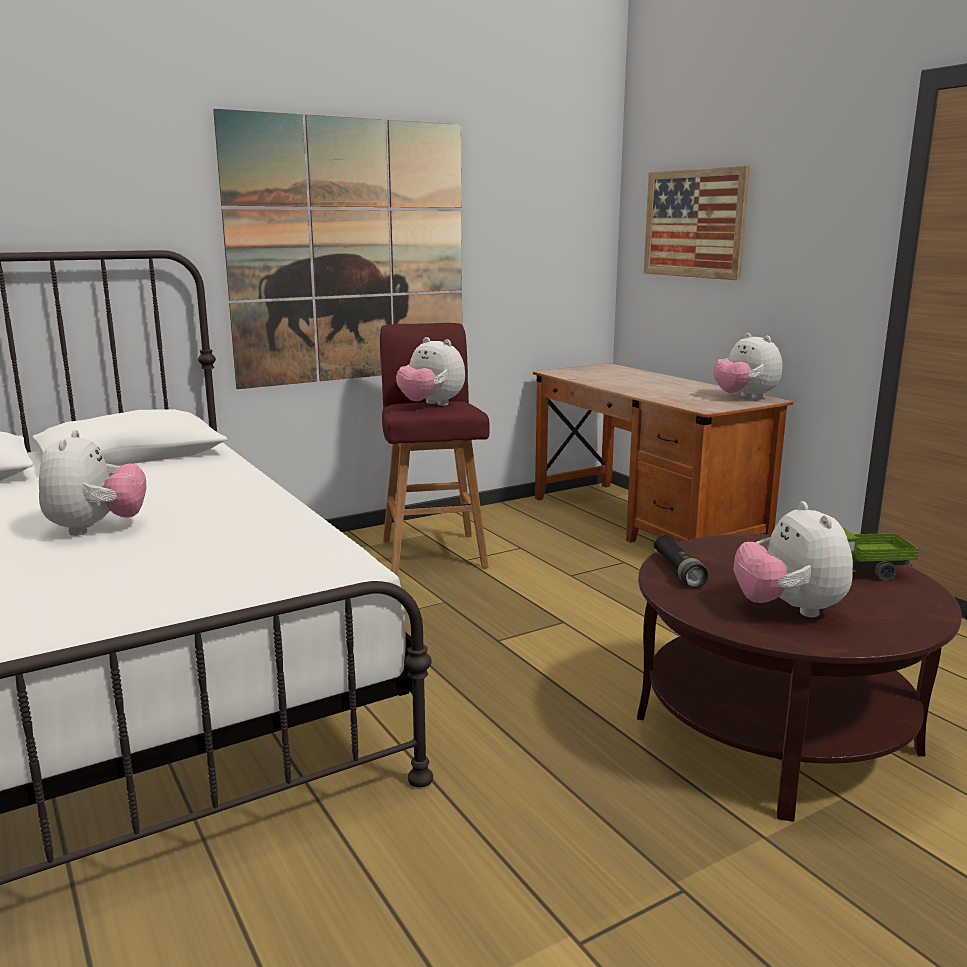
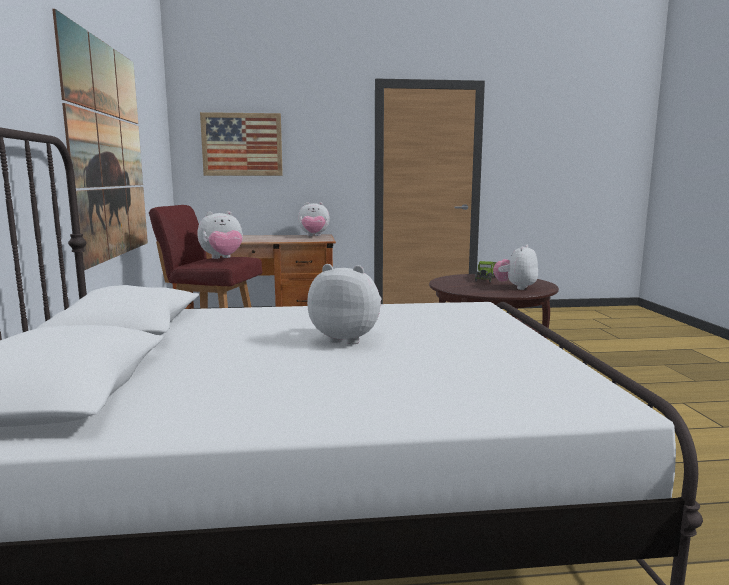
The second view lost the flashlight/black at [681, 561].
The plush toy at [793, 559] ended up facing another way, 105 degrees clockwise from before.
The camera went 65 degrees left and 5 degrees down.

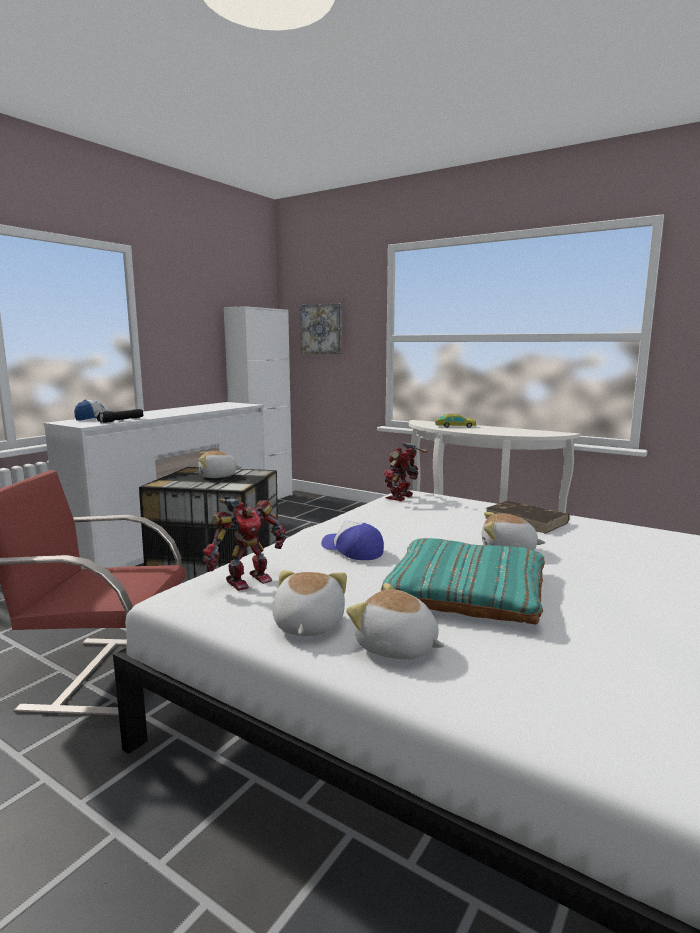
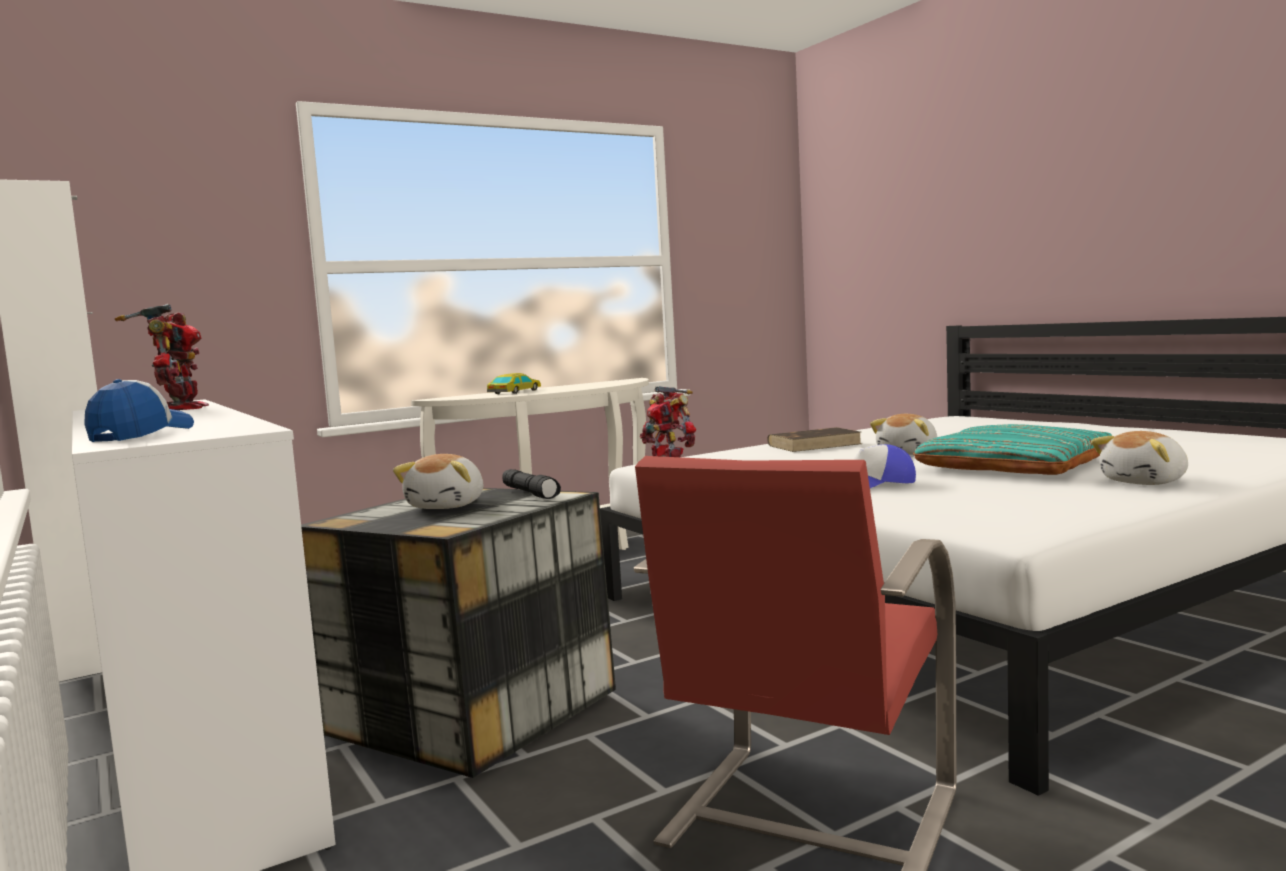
The flashlight/black ended up elsewhere, having gone from [120, 416] to [532, 484].
The toy robot ended up elsewhere, having gone from [244, 545] to [162, 357].
The second view lost the plush toy at [309, 603].
The second view lost the picture at [321, 328].
The camera went 65 degrees left and 5 degrees down.

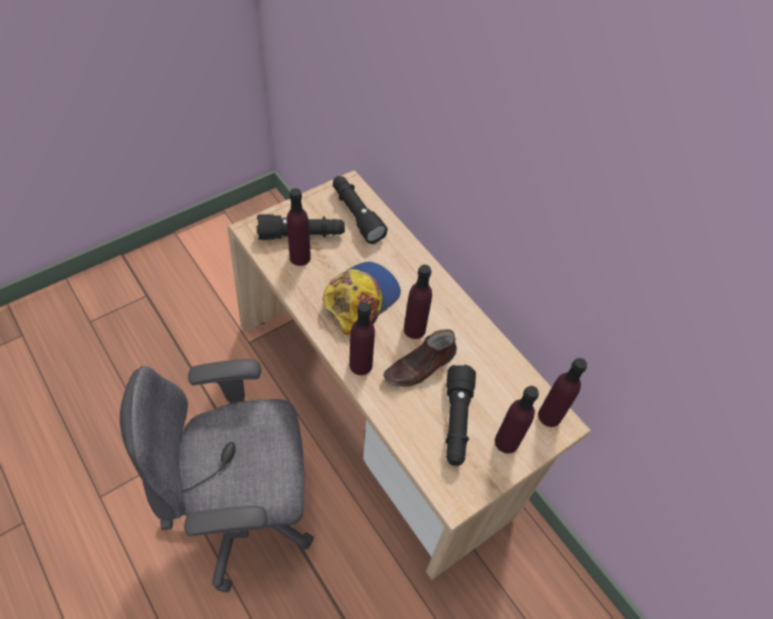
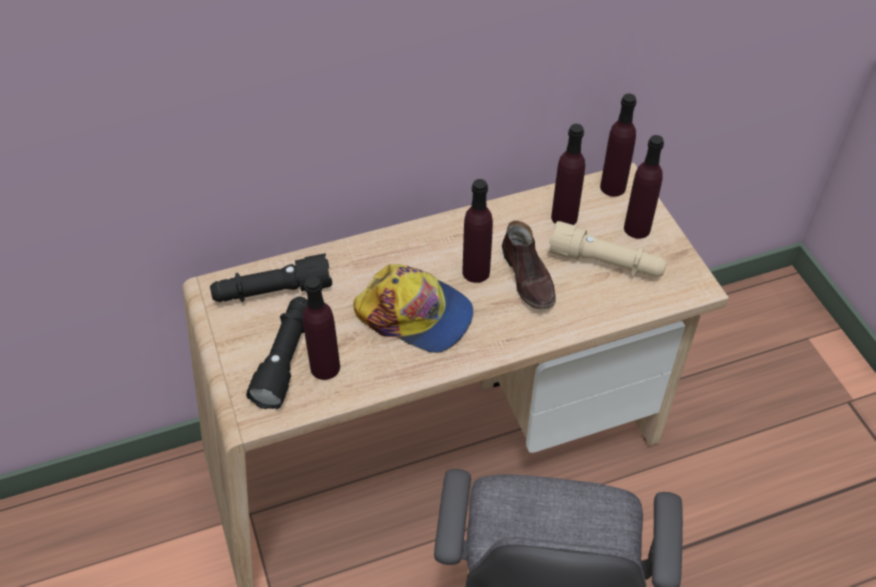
The cap at [362, 298] ended up facing another way, 150 degrees clockwise from before.
The bottle/purple ended up elsewhere, having gone from [362, 338] to [568, 174].
What was the flashlight/black at [460, 415] turned into the flashlight/beige at [607, 249].
The camera went 70 degrees left and 5 degrees down.

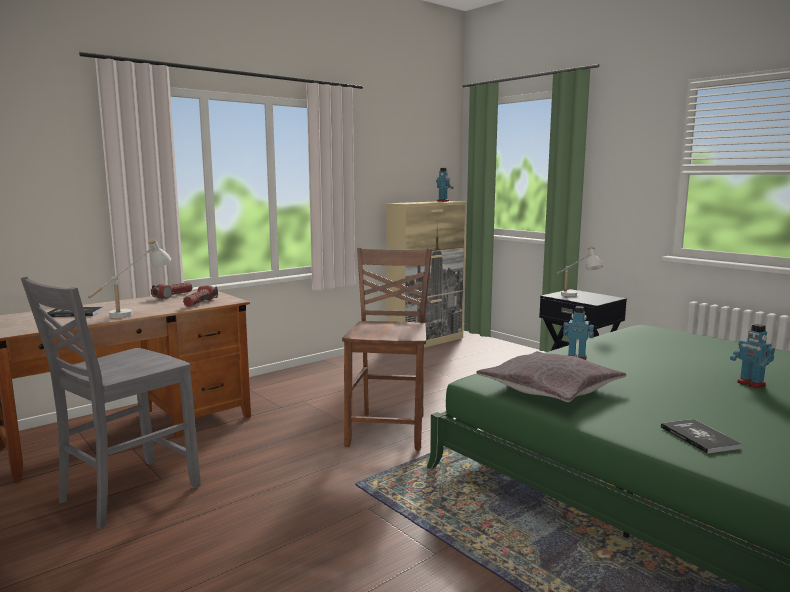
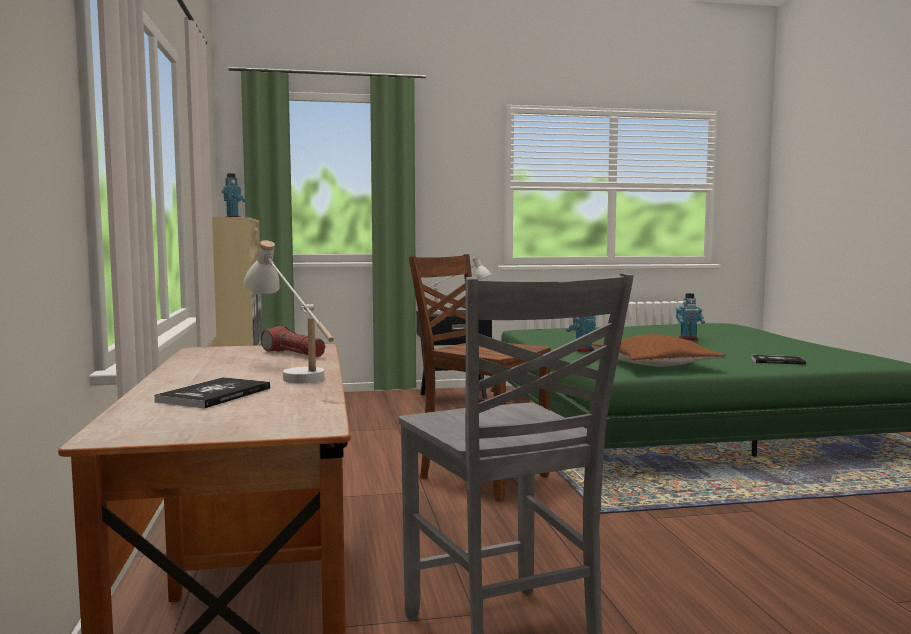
The second view lost the flashlight at [172, 290].
What was the pillow/grey at [551, 376] turned into the pillow/brown at [659, 350].
The camera went 60 degrees left and 5 degrees down.

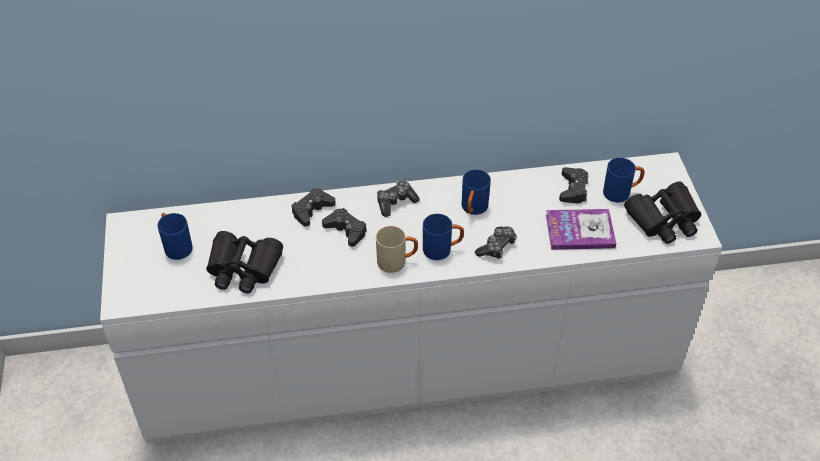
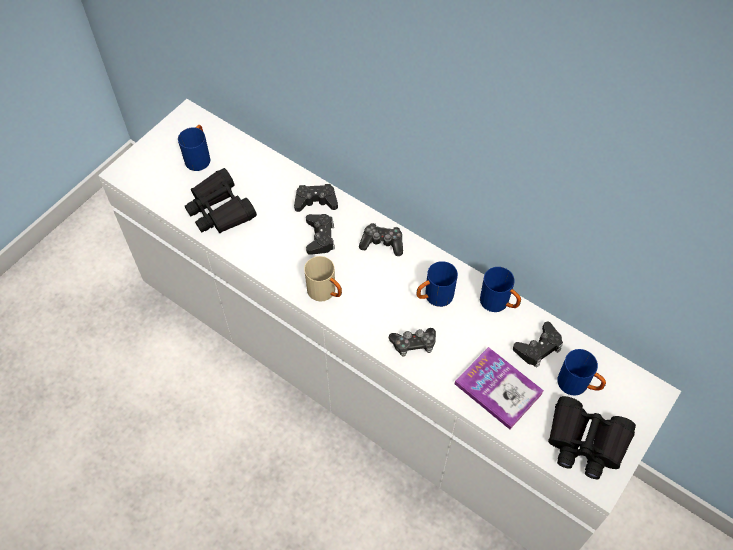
The mug/blue ended up elsewhere, having gone from [443, 237] to [500, 289].
The camera went 45 degrees right and 10 degrees up.

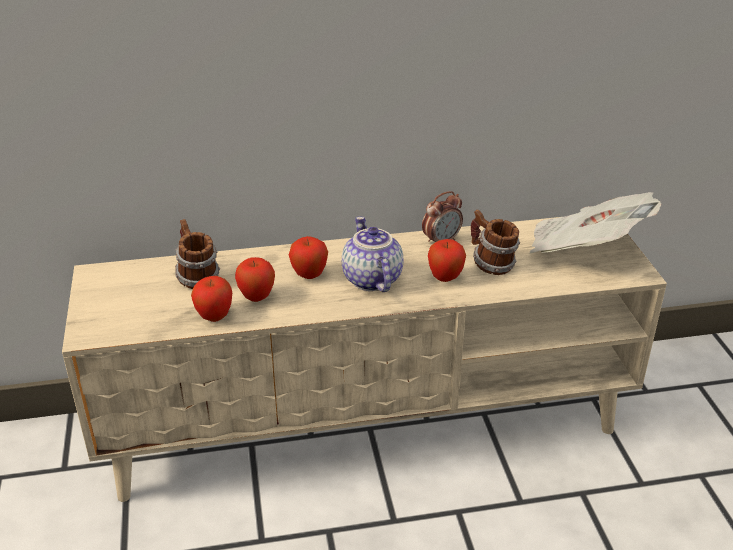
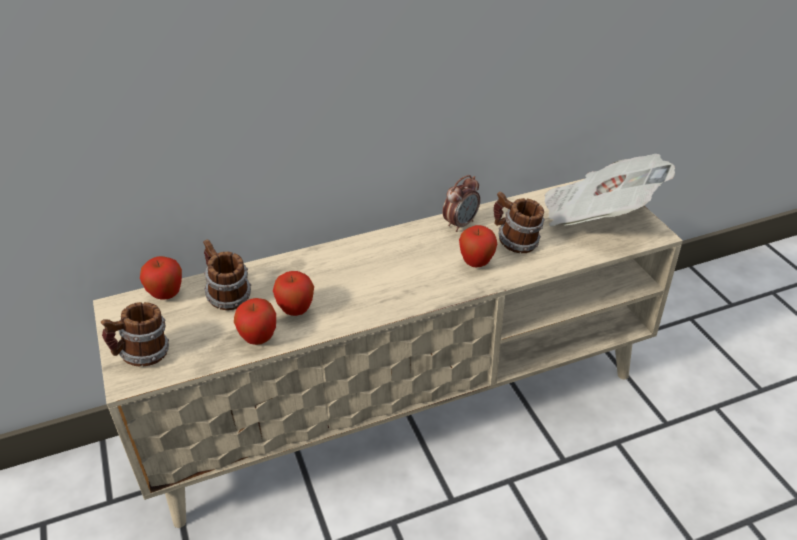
The apple ended up elsewhere, having gone from [308, 257] to [161, 278].
The second view lost the teapot at [373, 254].
The second view gained the mug at [134, 334].
The camera went 10 degrees left and 5 degrees up.

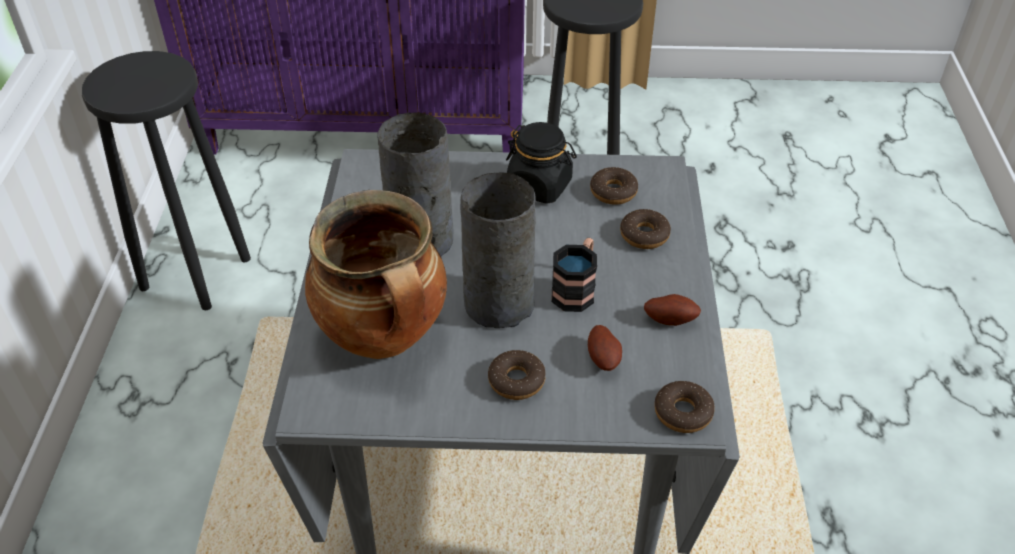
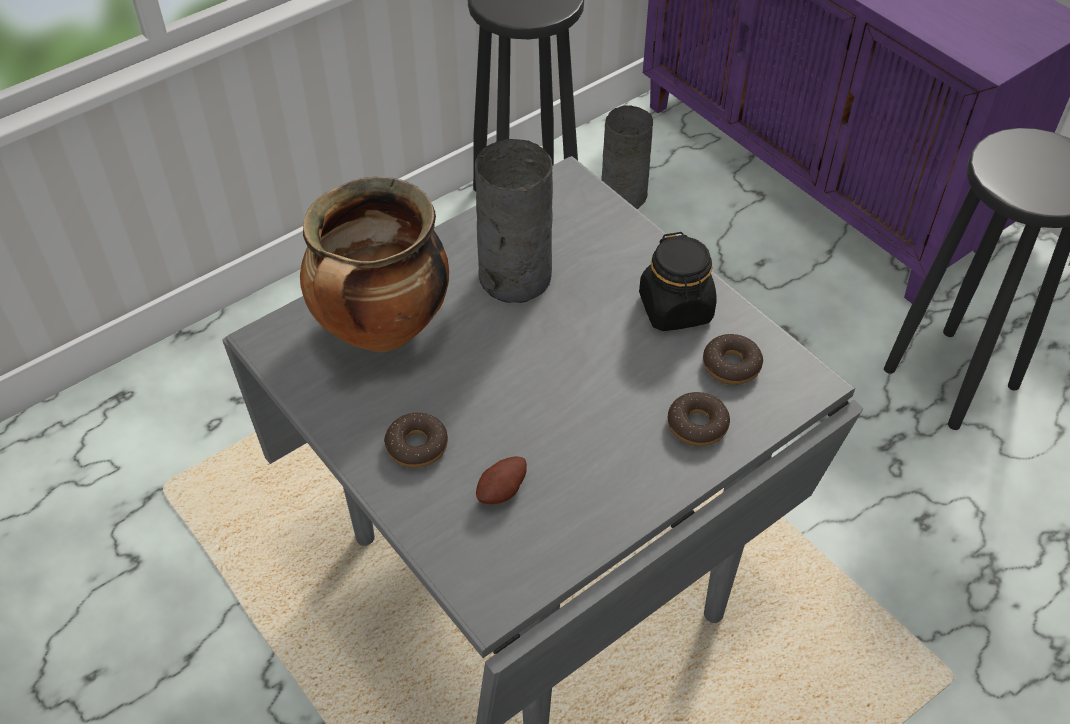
The vase/grey ended up elsewhere, having gone from [498, 250] to [627, 157].
The second view lost the mug at [574, 275].
The second view lost the potato at [672, 310].
The second view lost the donut at [684, 407].
The camera went 50 degrees right and 5 degrees up.

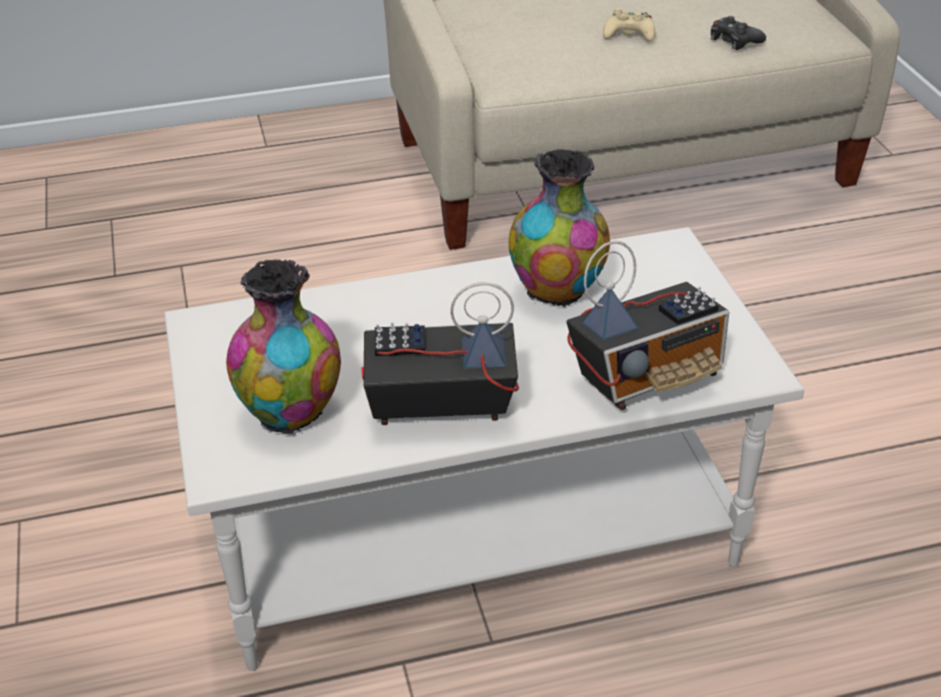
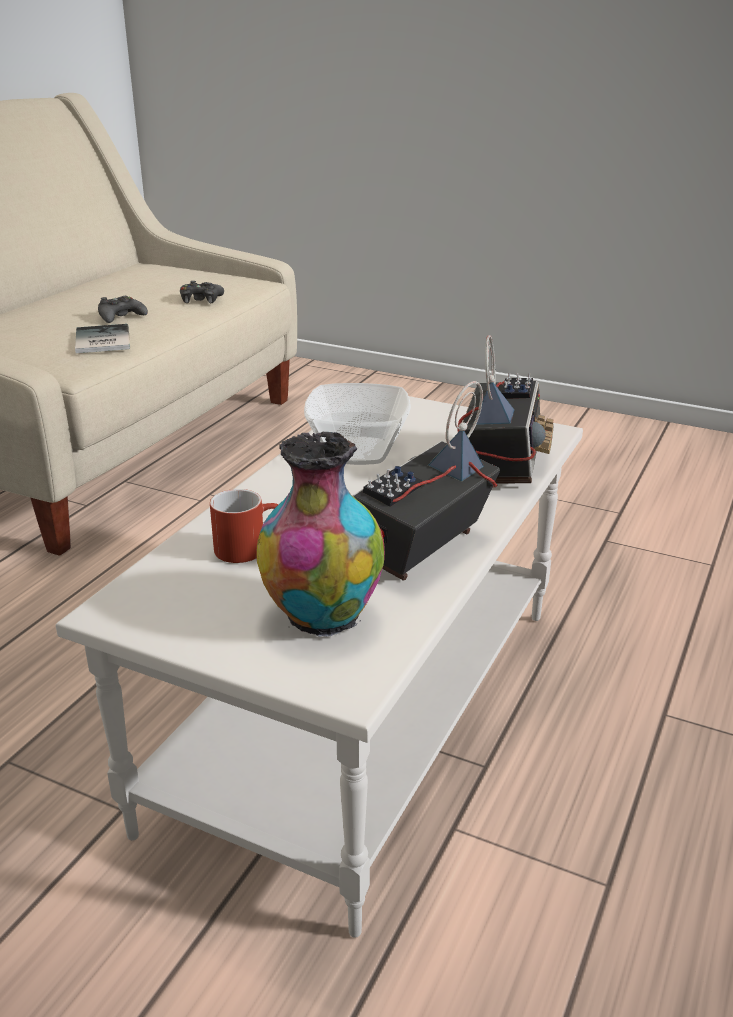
Where the vase stood at [559, 228], the bowl came to stand at [357, 424].
What was the game controller/beige at [629, 24] turned into the game controller/black at [123, 309].
The second view gained the book at [102, 339].
The second view gained the mug/red at [244, 526].
The camera went 50 degrees left and 10 degrees down.

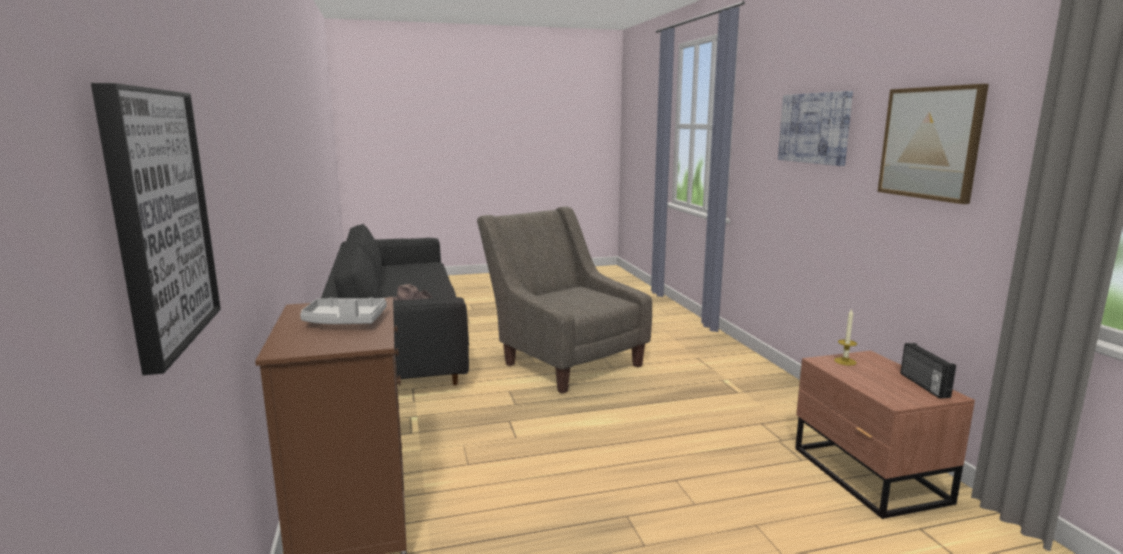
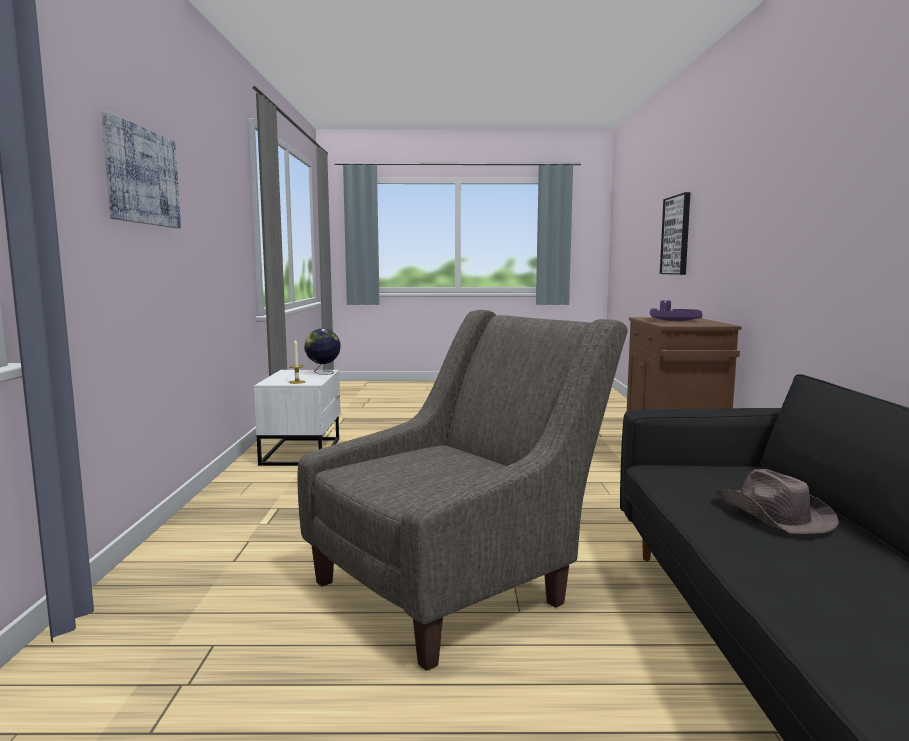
What was the tray/grey at [343, 311] turned into the tray/purple at [676, 310].
The armchair/grey at [564, 300] ended up facing another way, 105 degrees counterclockwise from before.
What was the nightstand/brown at [885, 435] turned into the nightstand/white at [297, 418].
The second view lost the picture at [933, 144].
The second view lost the radio at [928, 371].
The second view gained the globe at [322, 352].
The camera went 165 degrees left and 5 degrees down.

